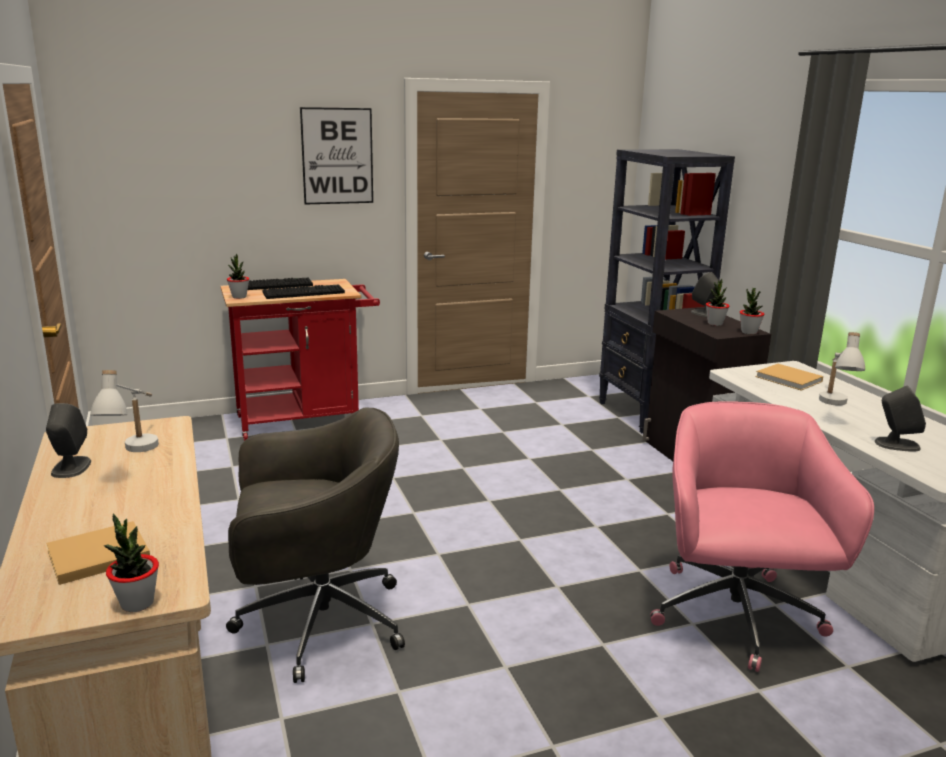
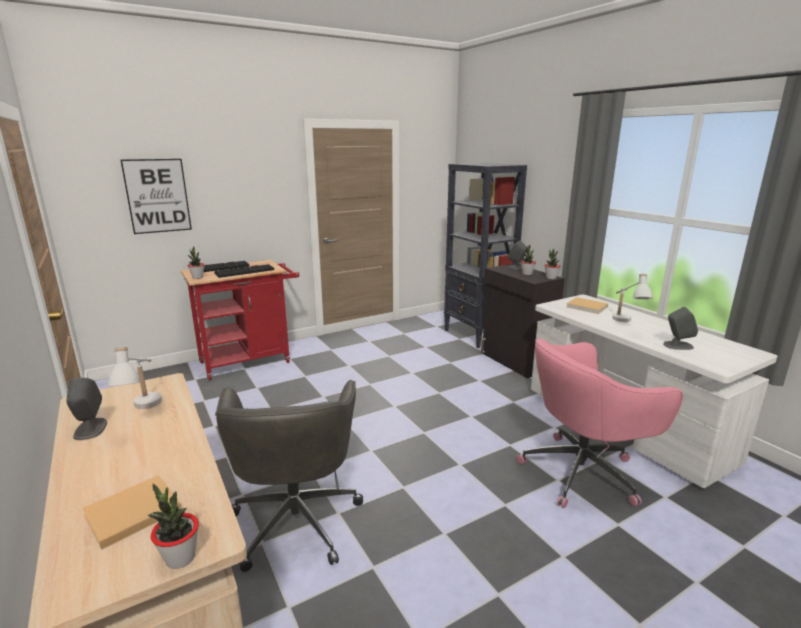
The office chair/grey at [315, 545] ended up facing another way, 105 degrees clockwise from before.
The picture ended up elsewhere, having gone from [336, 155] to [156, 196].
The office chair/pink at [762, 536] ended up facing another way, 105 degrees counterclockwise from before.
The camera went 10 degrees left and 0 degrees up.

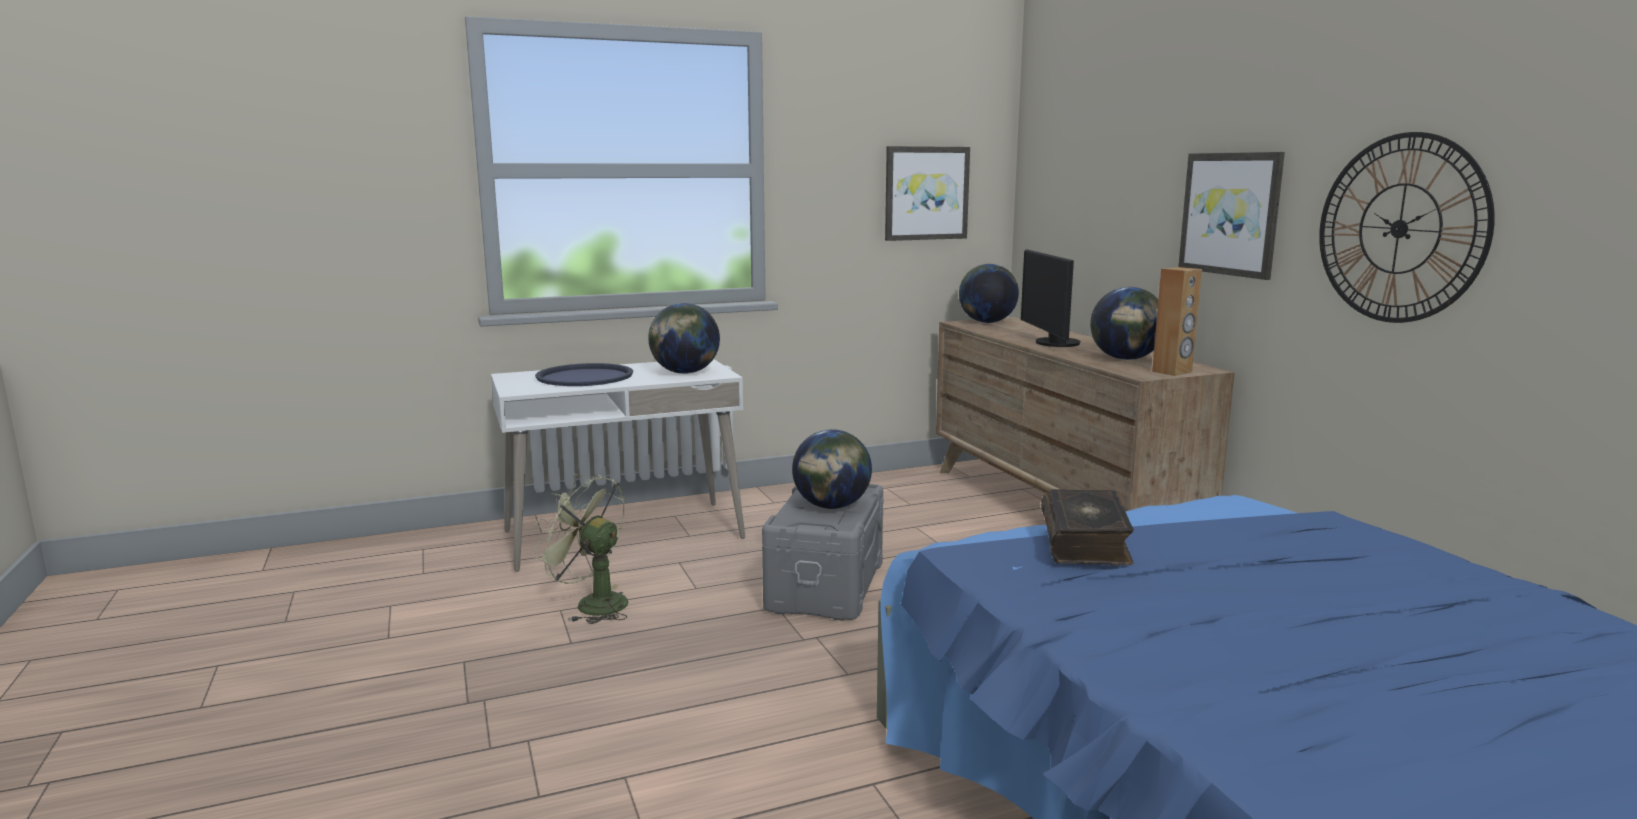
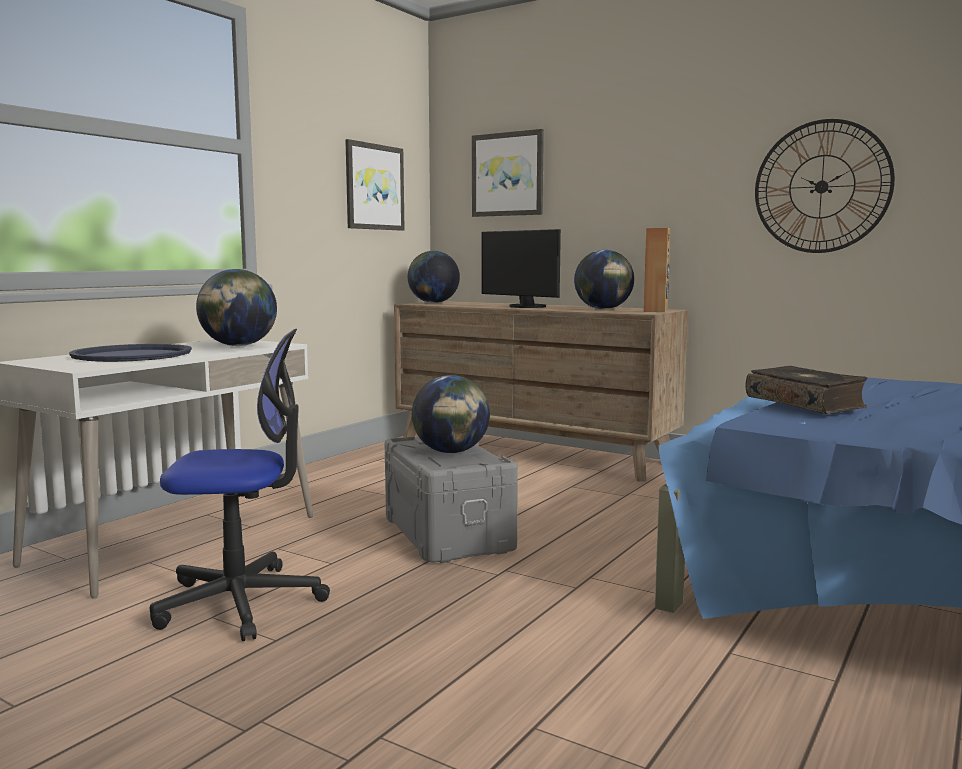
Where the fan/green stood at [580, 549], the office chair came to stand at [240, 485].
The picture ended up elsewhere, having gone from [1231, 216] to [508, 173].
The camera went 35 degrees left and 5 degrees down.

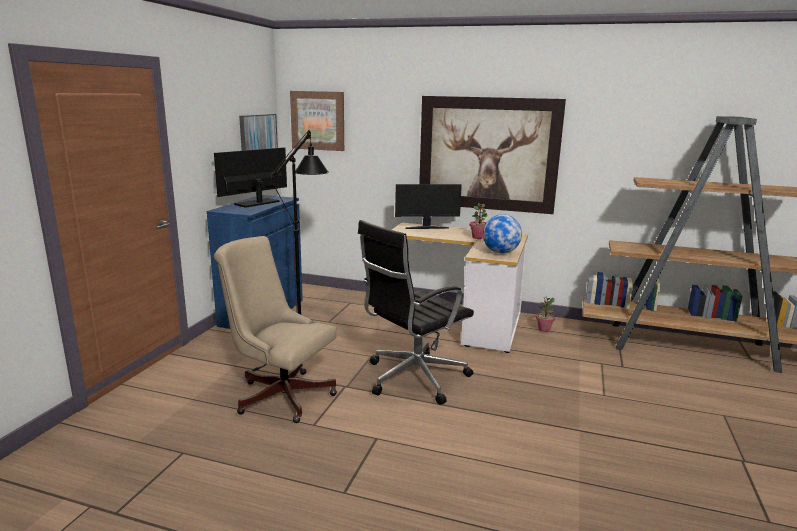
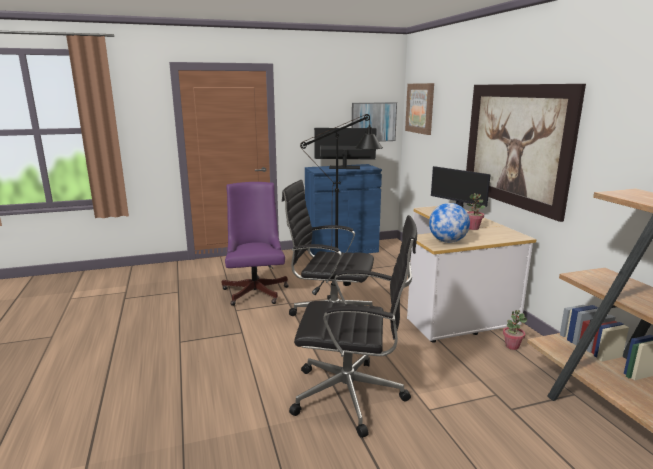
What was the office chair/beige at [275, 329] turned into the office chair/purple at [255, 244].
The second view gained the office chair/black at [353, 326].
The camera went 55 degrees right and 0 degrees up.

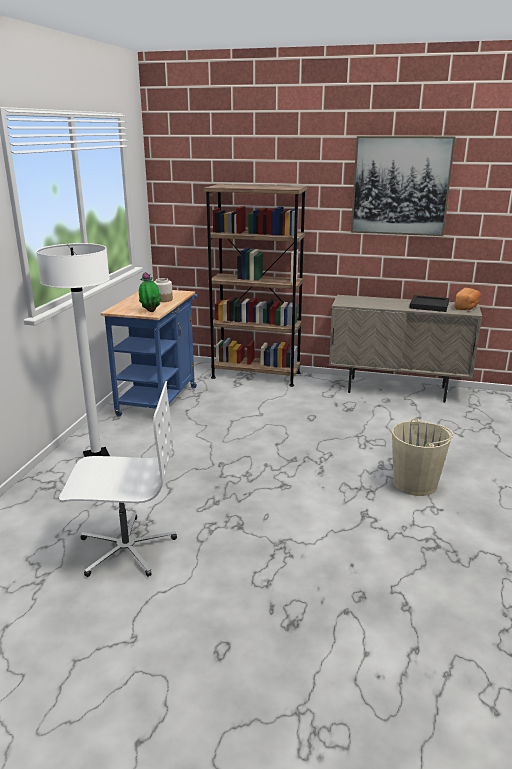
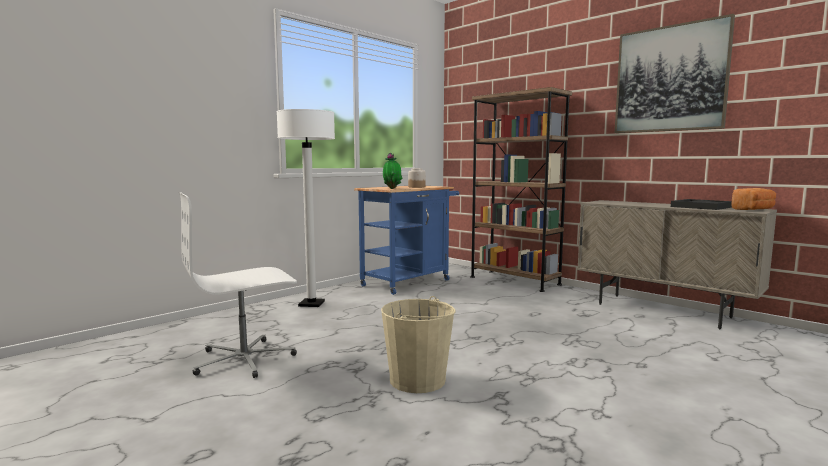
The office chair/white at [118, 479] ended up facing another way, 120 degrees clockwise from before.
The bucket/beige ended up elsewhere, having gone from [422, 457] to [418, 344].
The camera went 30 degrees right and 15 degrees down.

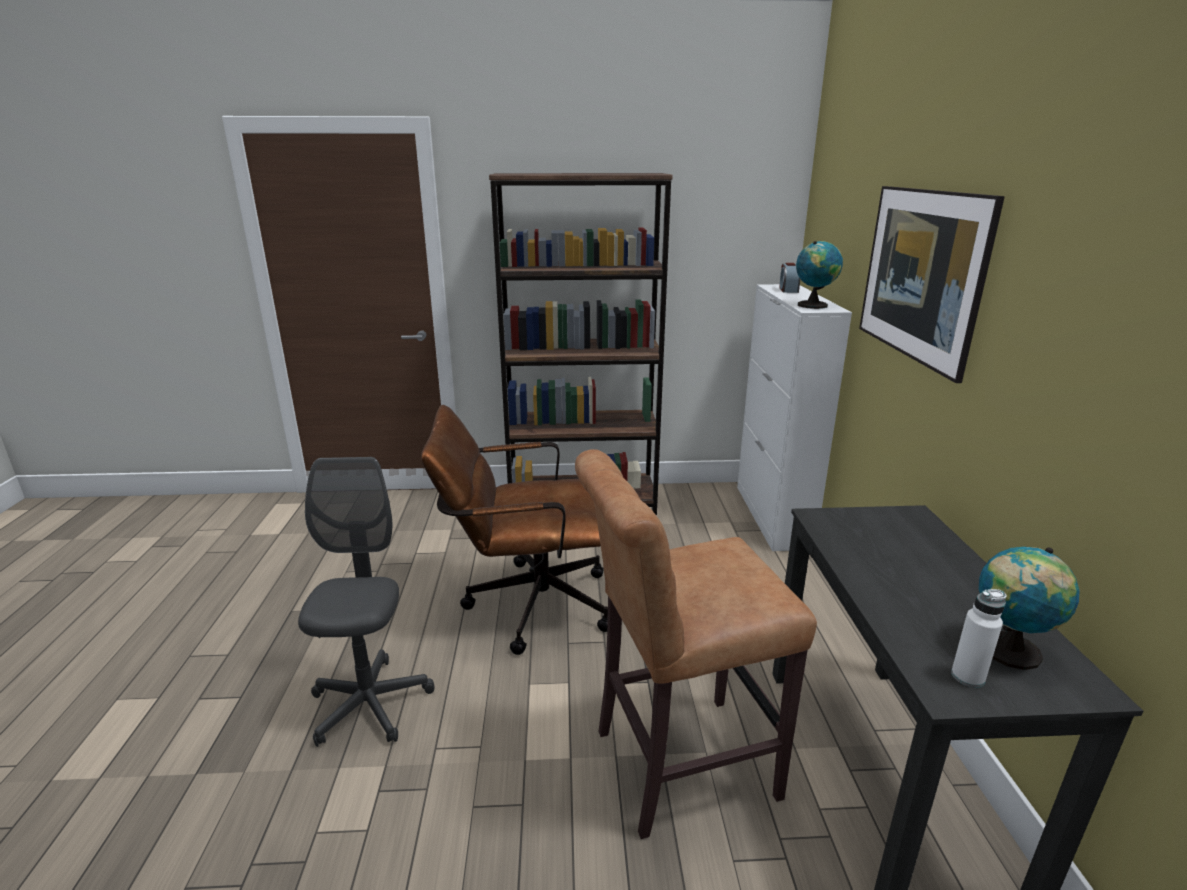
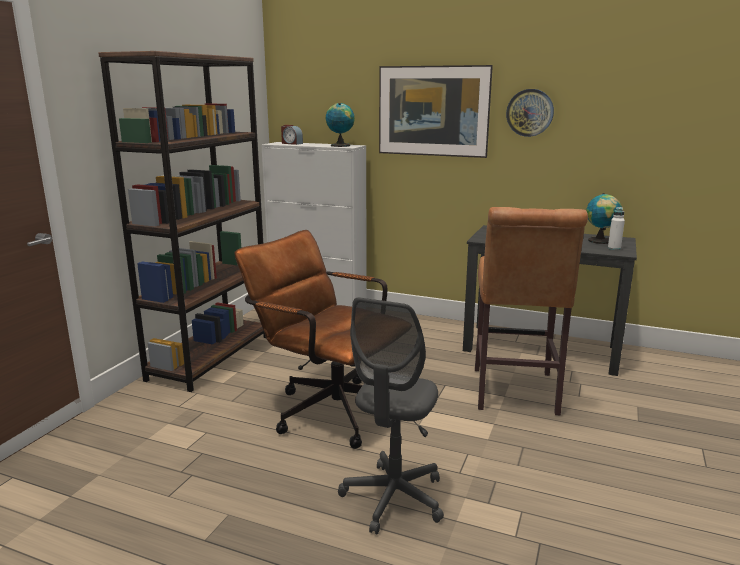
The office chair/grey at [366, 602] ended up facing another way, 90 degrees counterclockwise from before.
The office chair/brown at [514, 530] ended up facing another way, 105 degrees clockwise from before.
The second view gained the wall clock at [530, 113].
The camera went 65 degrees left and 5 degrees down.

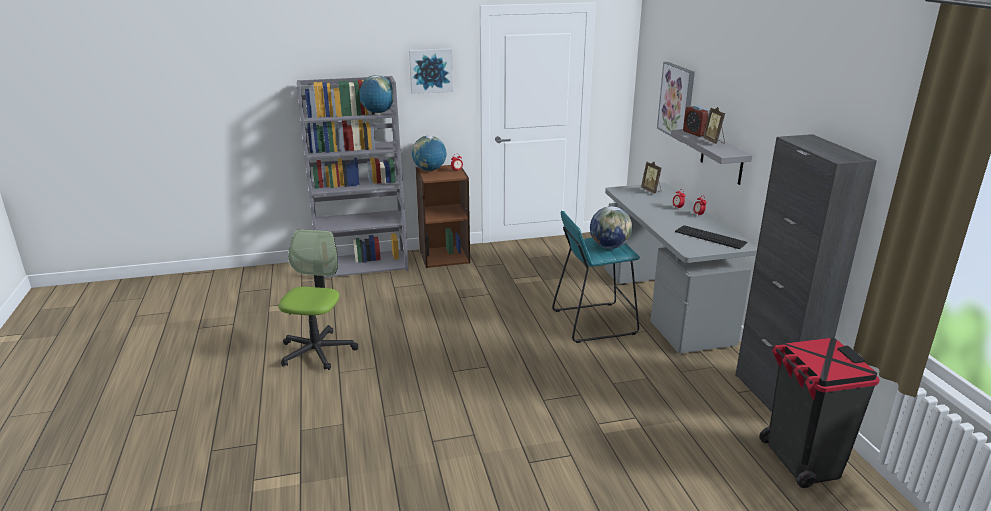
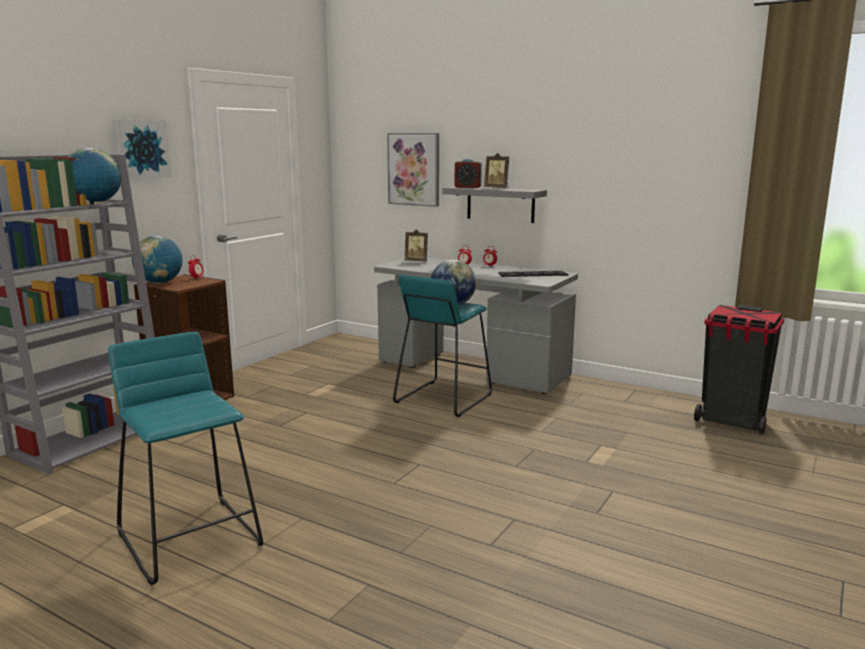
Where the office chair stood at [318, 299], the stool/turquoise came to stand at [185, 458].
The second view lost the cabinet/black at [806, 273].
The camera went 45 degrees left and 10 degrees down.

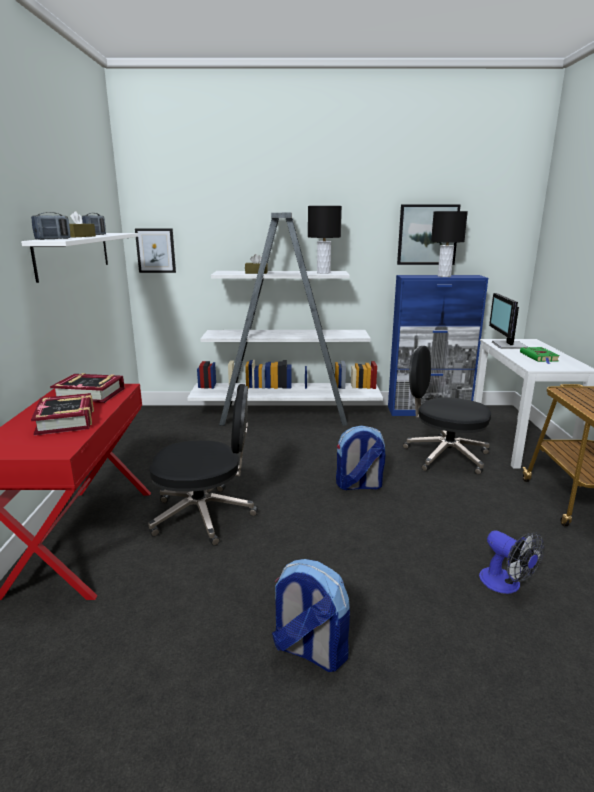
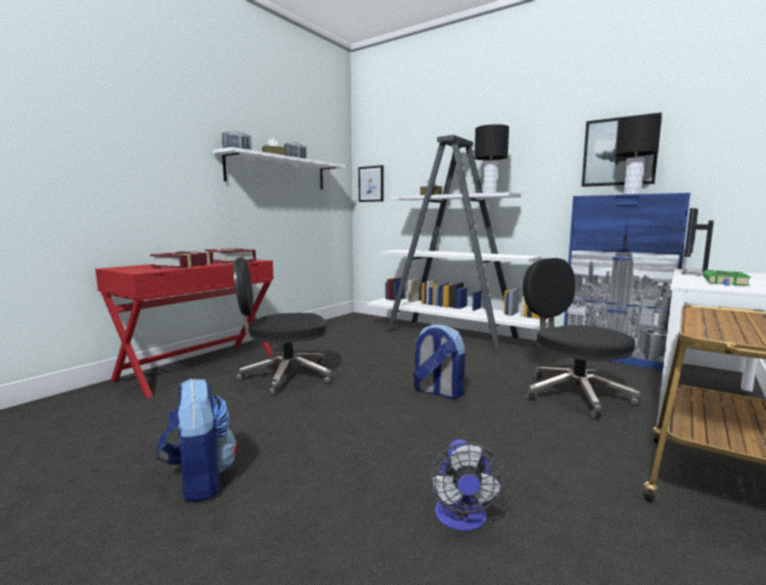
The office chair/black at [203, 465] ended up facing another way, 135 degrees clockwise from before.
The camera went 35 degrees right and 10 degrees down.

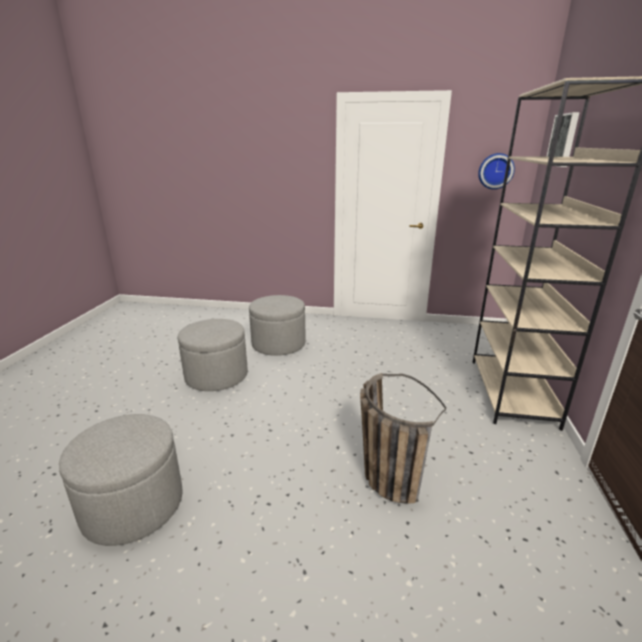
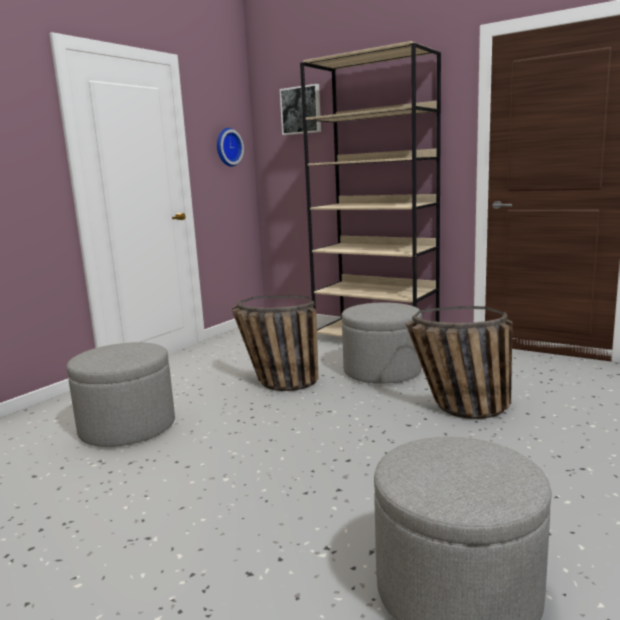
The ottoman/grey ended up elsewhere, having gone from [213, 355] to [382, 343].
The second view gained the basket at [275, 343].
The camera went 65 degrees left and 10 degrees down.

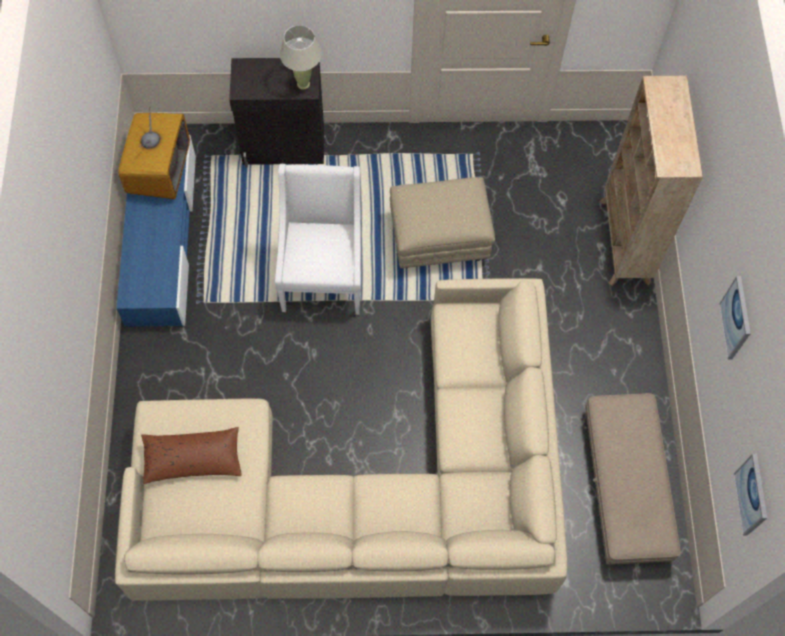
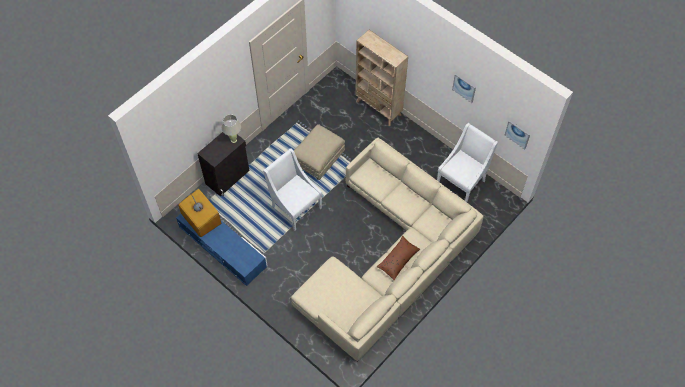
The pillow/brown ended up elsewhere, having gone from [191, 455] to [398, 258].
Where the ottoman/beige stood at [632, 479], the armchair/white came to stand at [467, 162].
The camera went 45 degrees left and 5 degrees down.

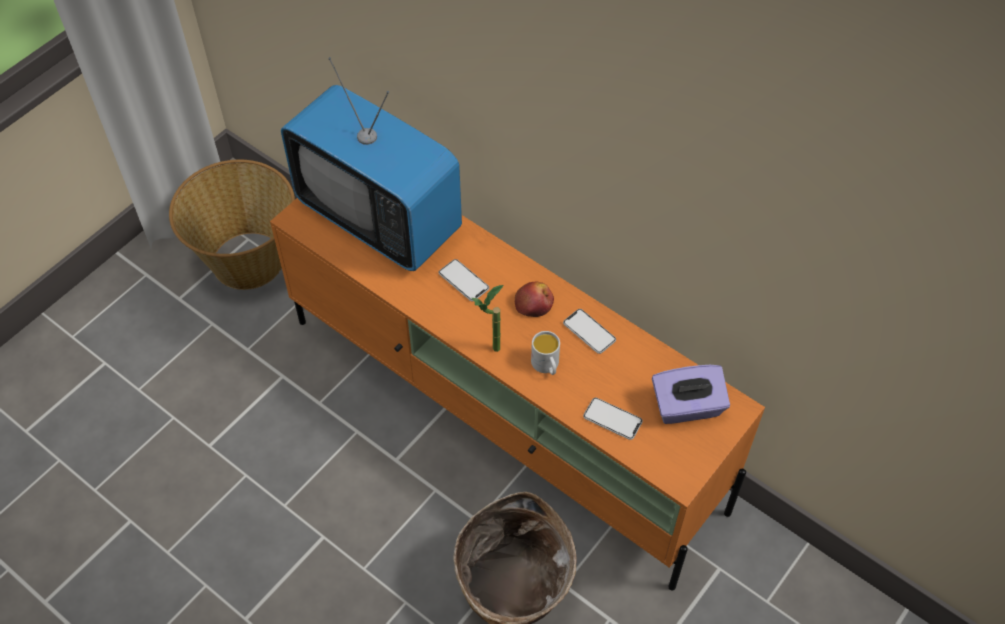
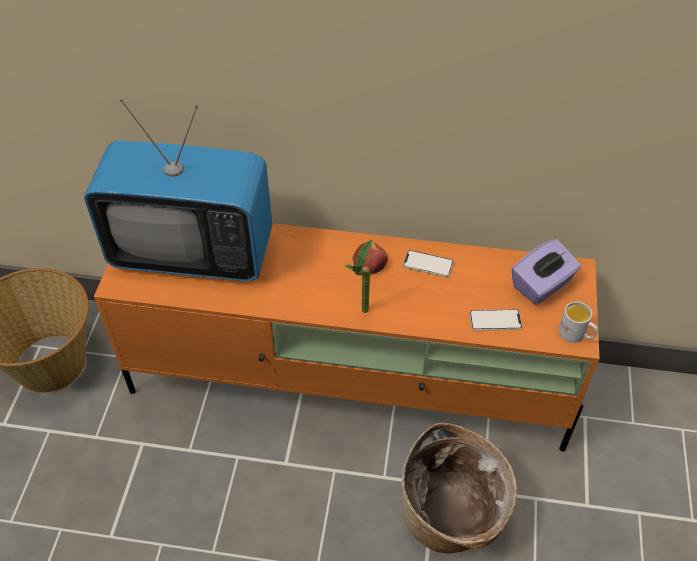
The second view lost the phone at [464, 280].
The mug/white ended up elsewhere, having gone from [545, 353] to [578, 322].
The camera went 30 degrees left and 5 degrees down.

